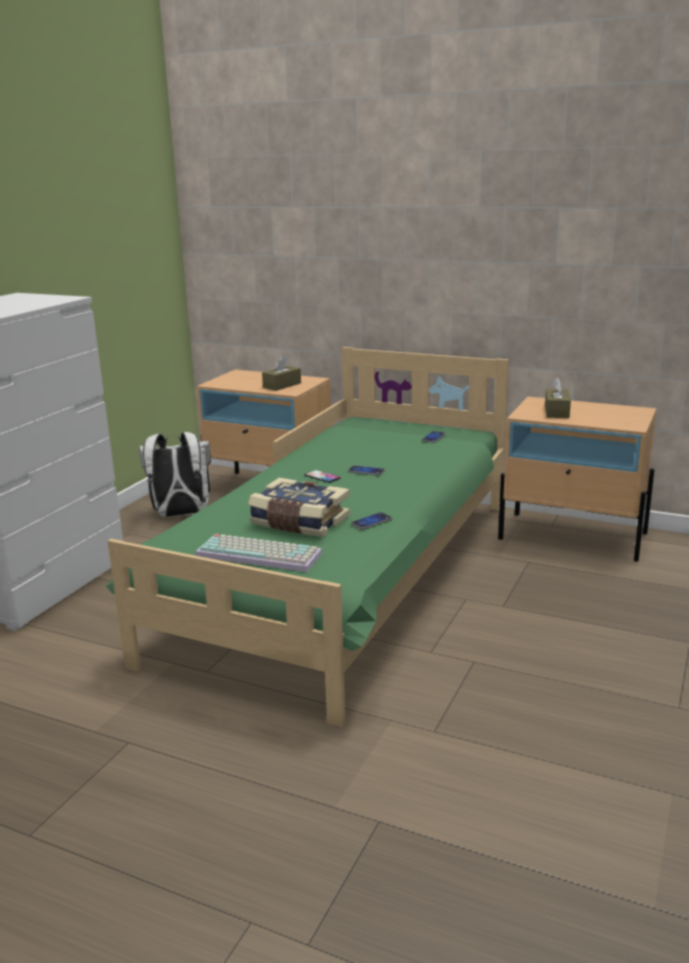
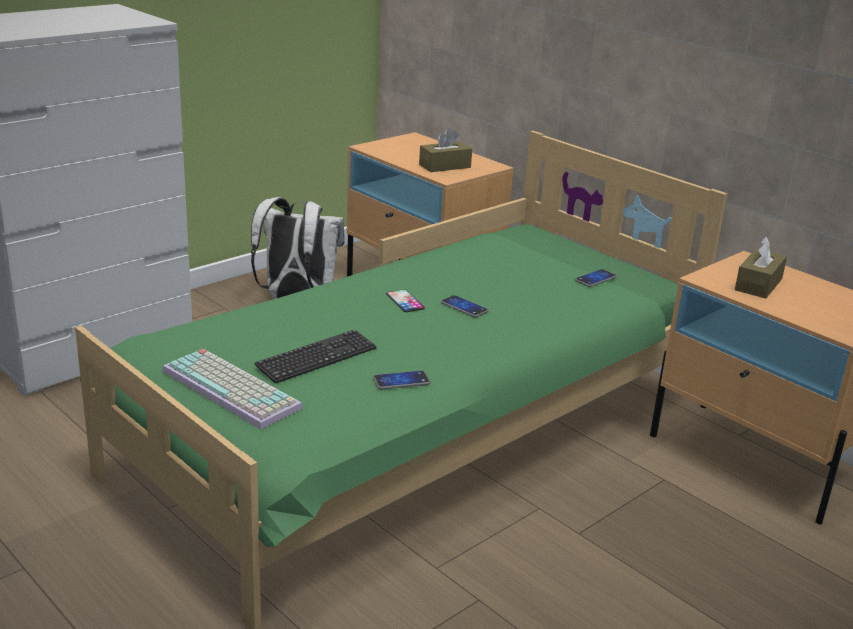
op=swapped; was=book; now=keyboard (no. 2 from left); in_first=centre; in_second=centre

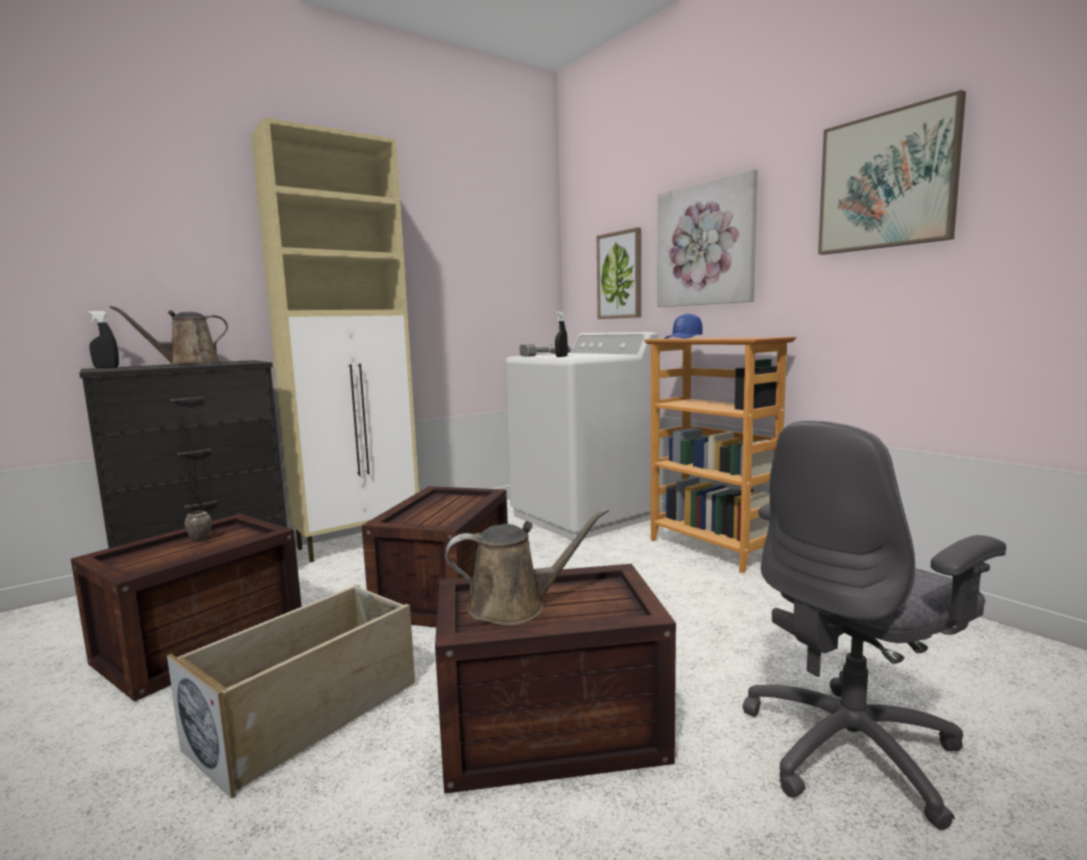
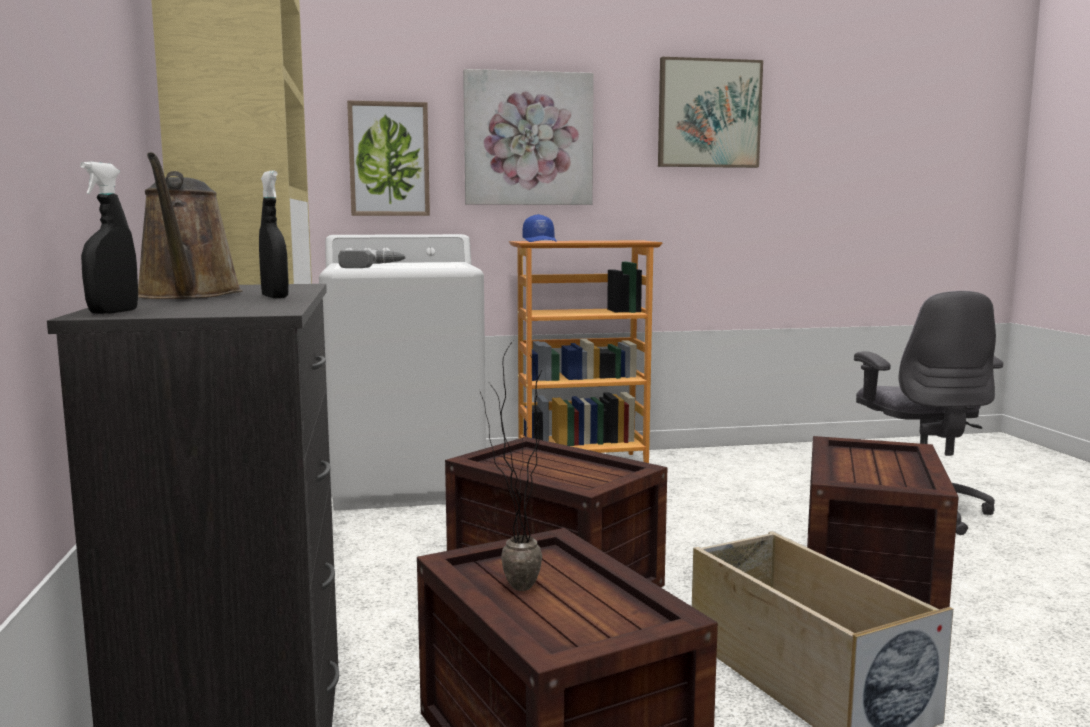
op=gone; was=watering can (brown) (no. 2 from left); in_first=centre
op=shifted; was=spray bottle (black) (no. 2 from left); in_first=centre; in_second=top left

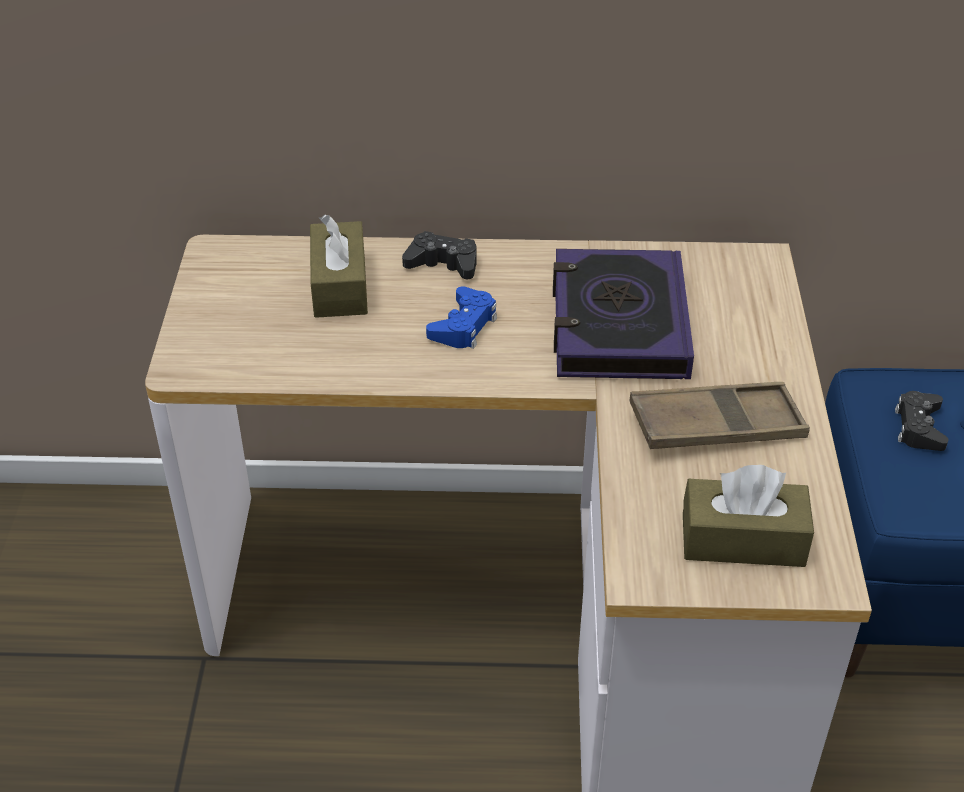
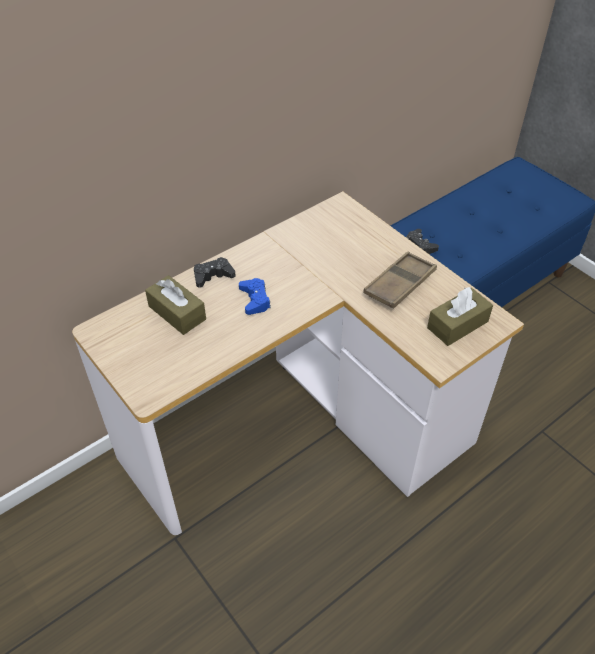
op=gone; was=book; in_first=centre

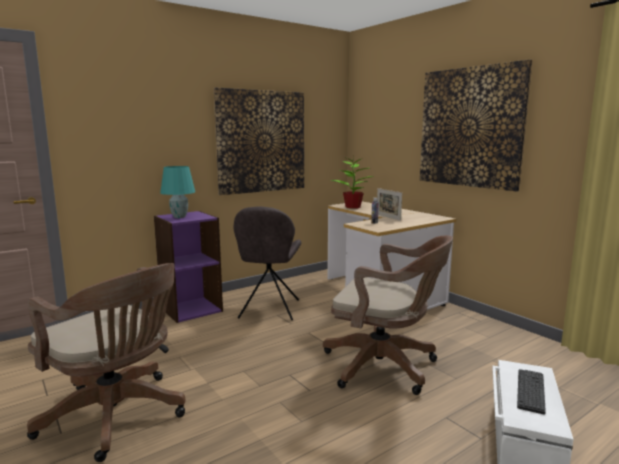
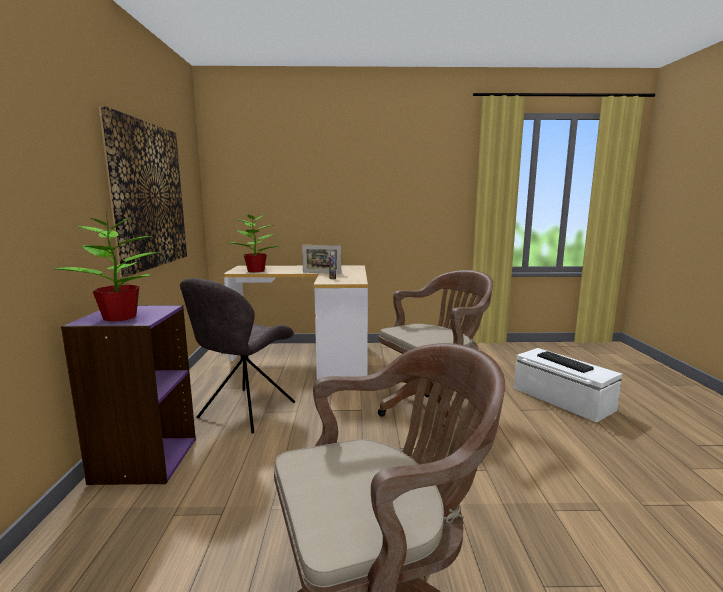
op=swapped; was=table lamp (turquoise); now=potted plant (no. 1 from left); in_first=middle left; in_second=middle left
op=rotated; was=chair (grey); in_first=centre; in_second=middle left; clockwise=75
op=gone; was=picture (no. 2 from left); in_first=top right

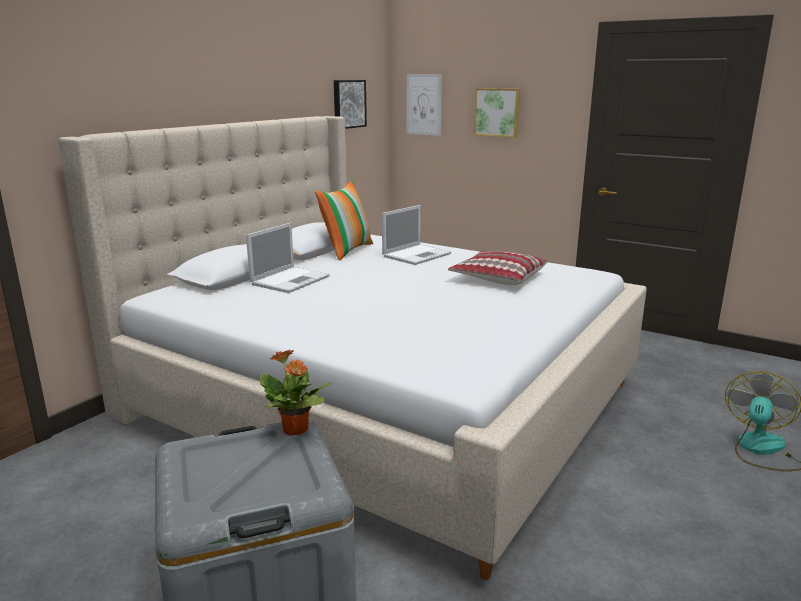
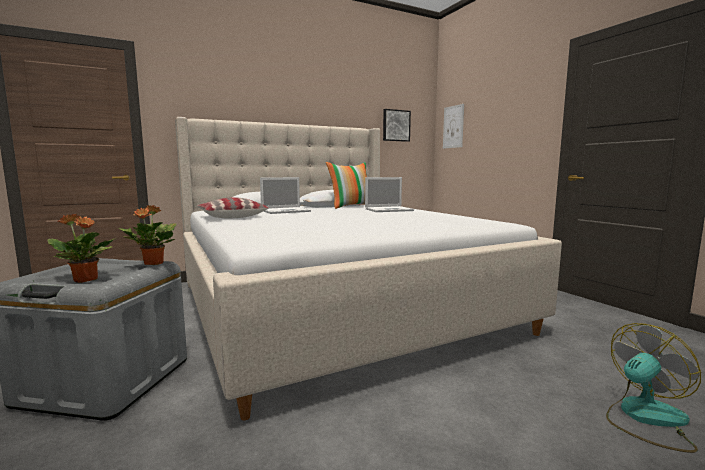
op=shifted; was=pillow (no. 2 from left in the first image); now=pillow (no. 1 from left); in_first=centre; in_second=middle left
op=gone; was=picture (no. 3 from left); in_first=top centre
op=new; now=potted plant (no. 1 from left); in_second=middle left

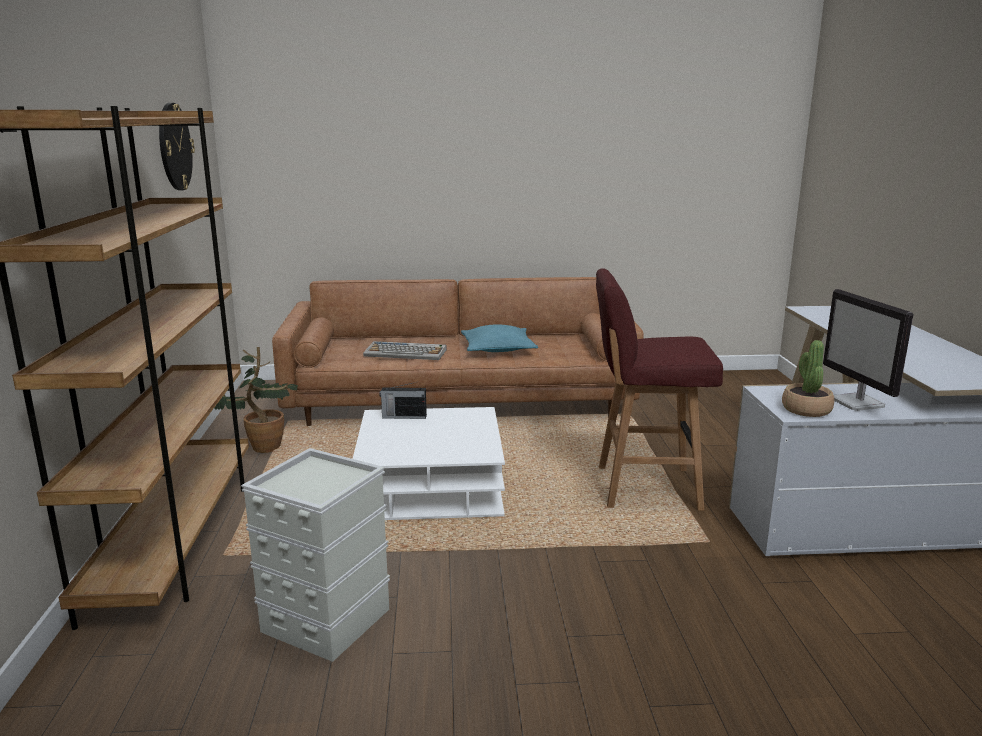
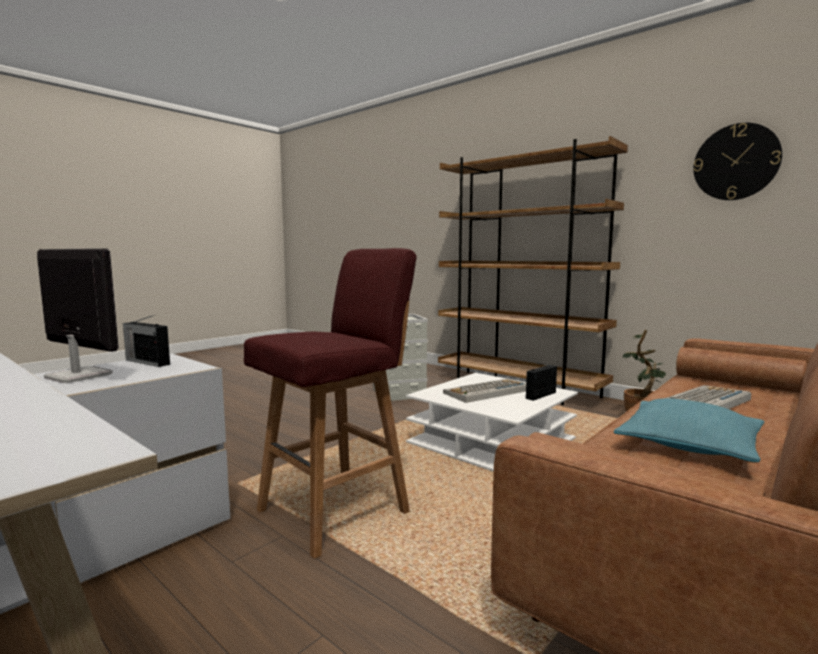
op=swapped; was=potted plant (no. 2 from left); now=radio (no. 1 from left); in_first=middle right; in_second=middle left
op=new; now=keyboard (no. 1 from left); in_second=centre

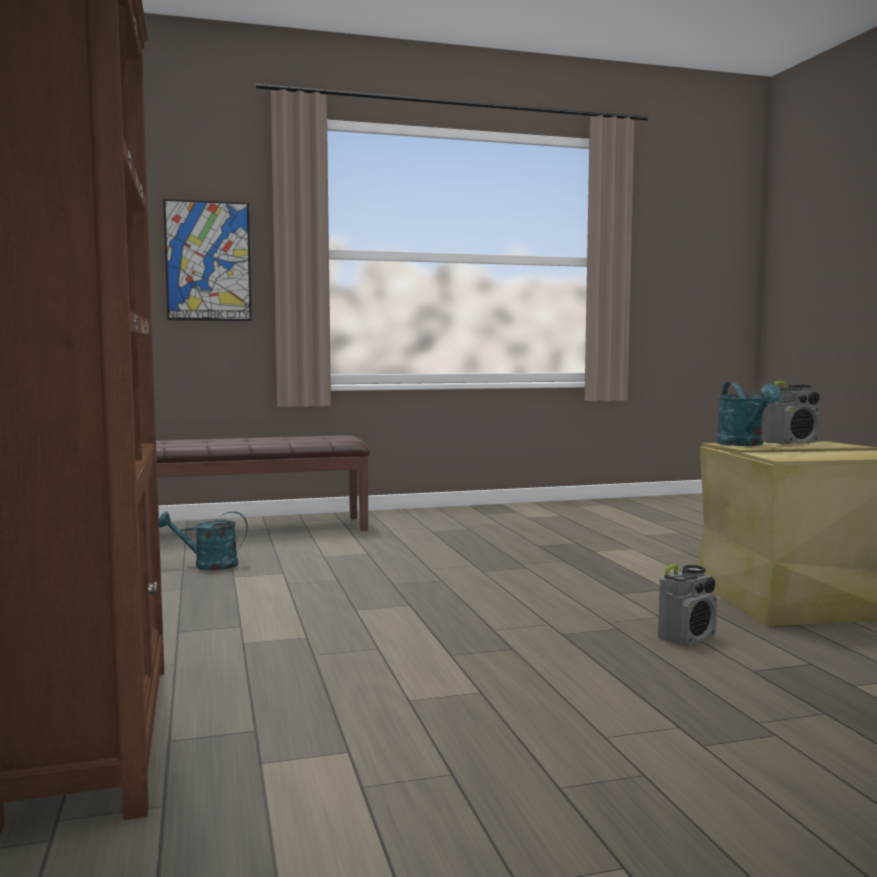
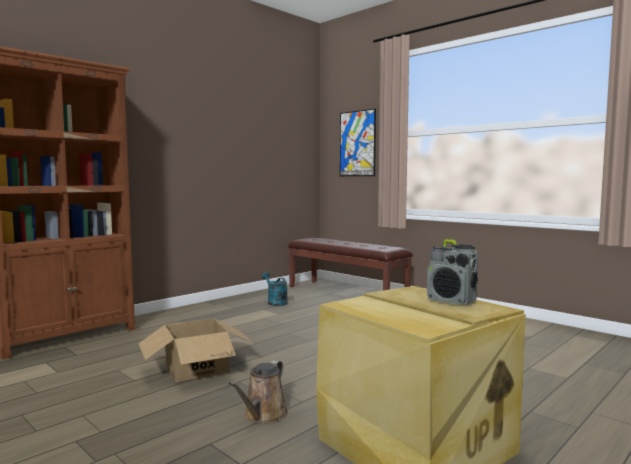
op=swapped; was=radio (no. 1 from left); now=watering can (brown); in_first=bottom right; in_second=bottom centre
op=gone; was=watering can (turquoise) (no. 2 from left); in_first=middle right
op=new; now=cardboard box; in_second=bottom left

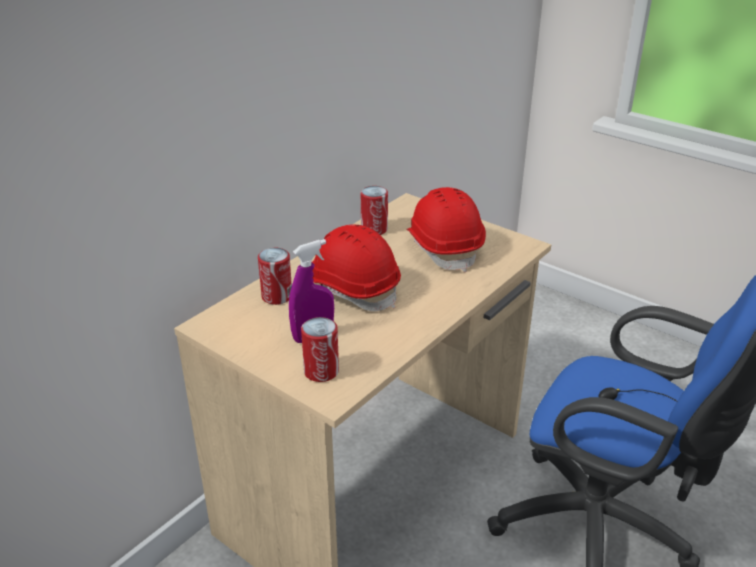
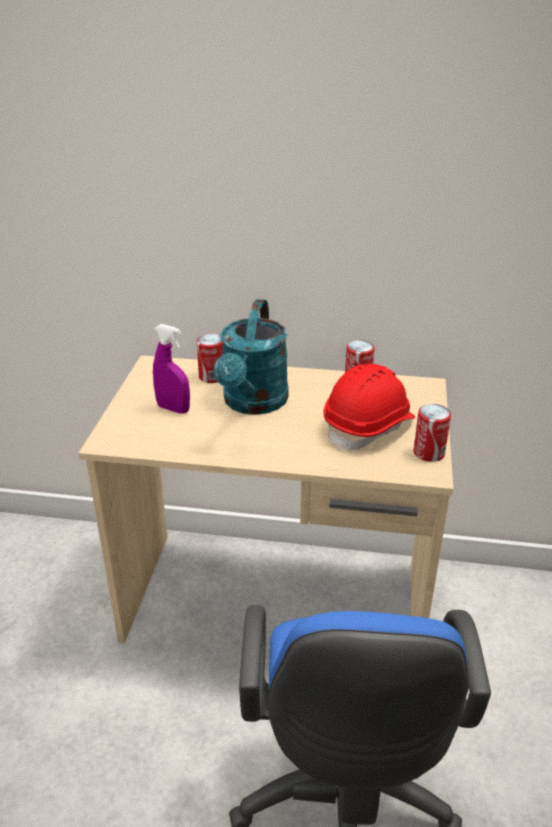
op=shifted; was=can (no. 2 from left in the first image); now=can (no. 3 from left); in_first=centre; in_second=middle right
op=swapped; was=hard hat (red) (no. 1 from left); now=watering can (turquoise); in_first=centre; in_second=centre

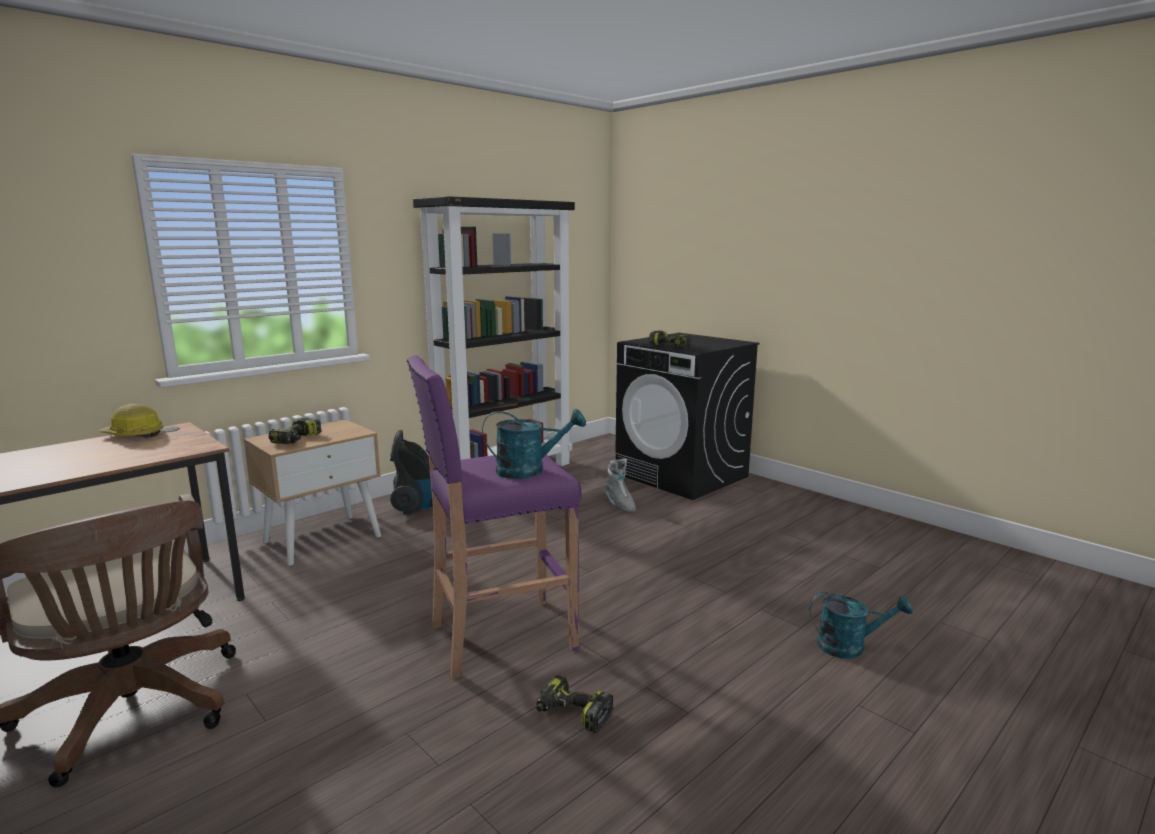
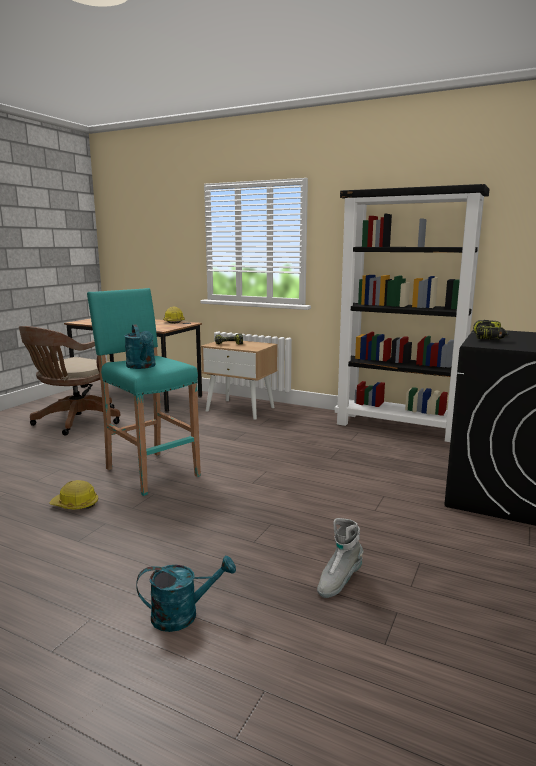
op=gone; was=vacuum cleaner; in_first=centre
op=repainted; was=stool (purple); now=stool (turquoise); in_first=centre; in_second=middle left
op=swapped; was=power drill (no. 2 from left); now=hard hat (no. 1 from left); in_first=bottom centre; in_second=middle left
op=shifted; was=boot (grey); in_first=centre; in_second=bottom centre
op=rotated; was=watering can (turquoise) (no. 2 from left); in_first=bottom right; in_second=bottom centre; clockwise=-90

